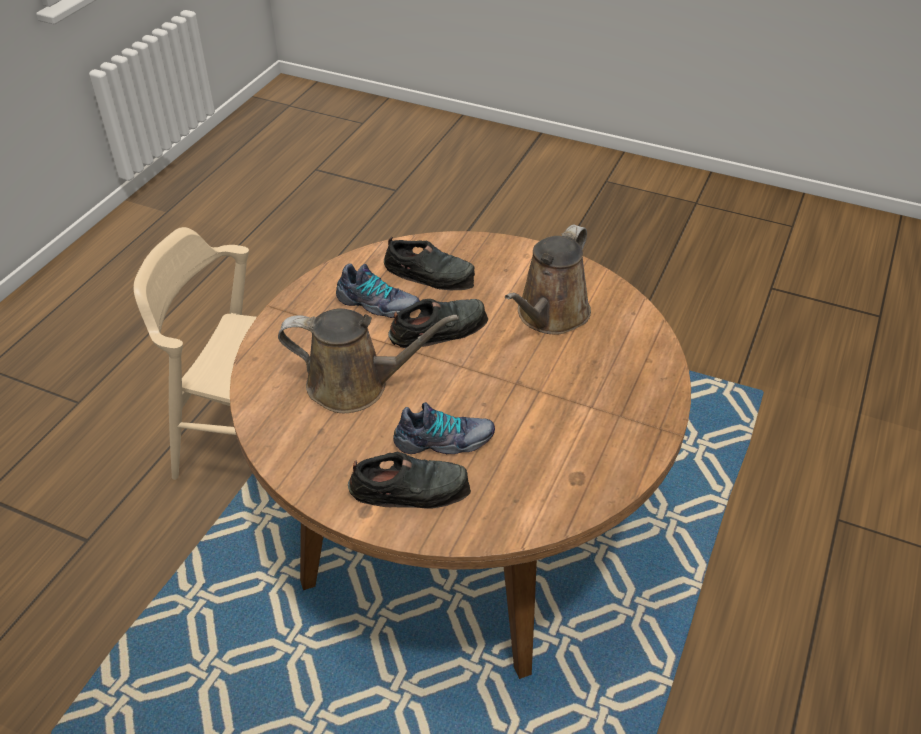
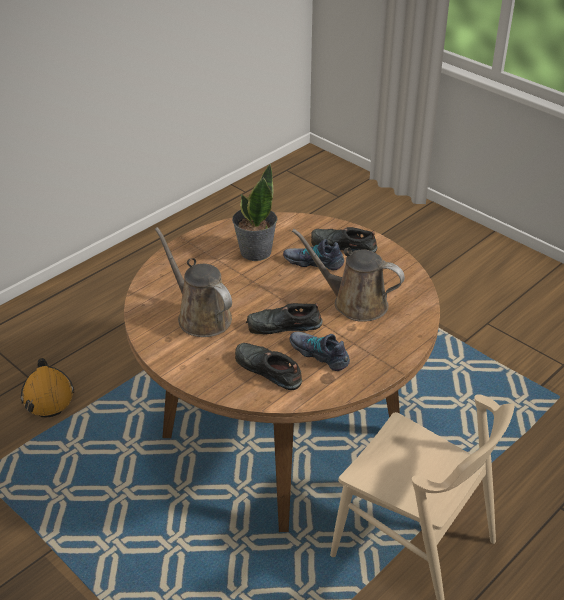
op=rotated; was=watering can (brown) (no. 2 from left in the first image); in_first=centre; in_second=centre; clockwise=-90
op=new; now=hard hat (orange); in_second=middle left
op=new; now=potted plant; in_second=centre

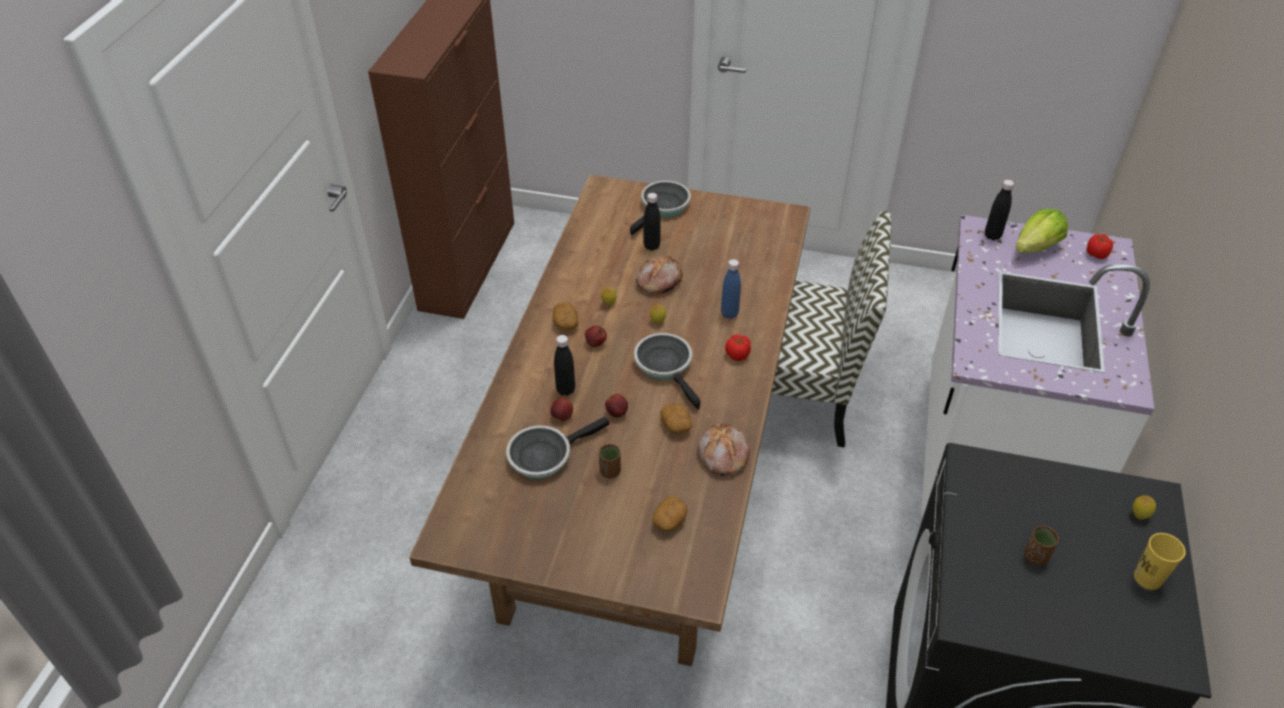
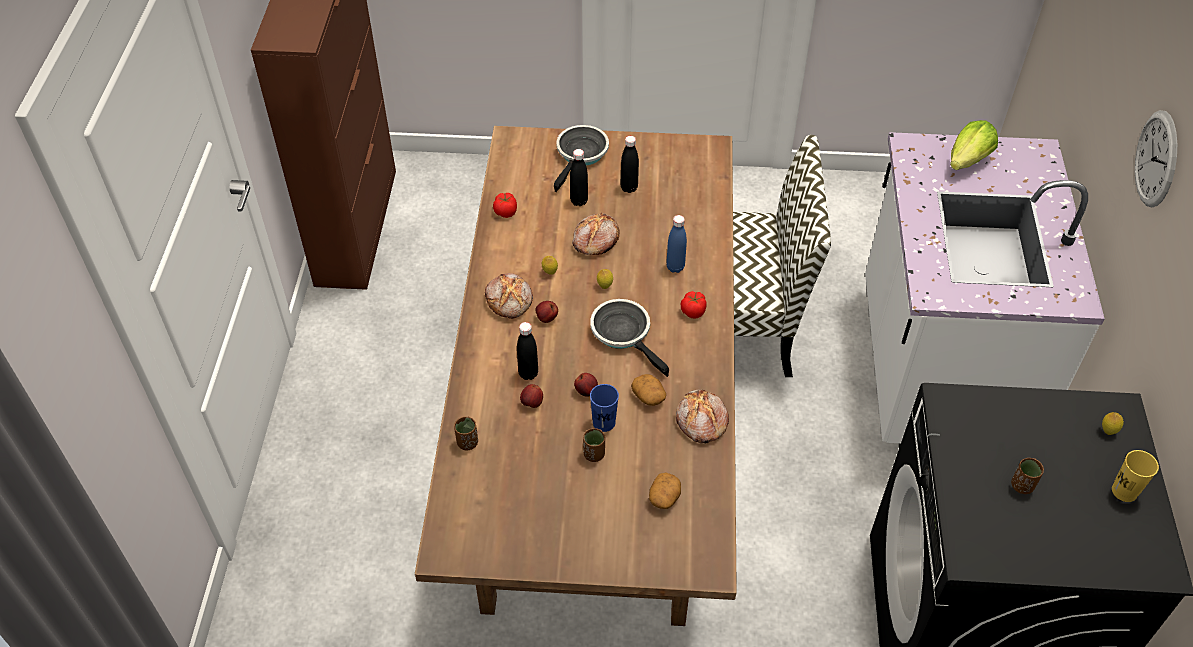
op=gone; was=frying pan (no. 1 from left); in_first=centre
op=swapped; was=potato (no. 1 from left); now=bread (no. 1 from left); in_first=centre; in_second=centre
op=shifted; was=bottle (black) (no. 3 from left); in_first=top right; in_second=top centre
op=shifted; was=tomato (no. 2 from left in the first image); now=tomato (no. 1 from left); in_first=middle right; in_second=top centre
op=new; now=cup (brown) (no. 1 from left); in_second=bottom centre
op=new; now=cup (blue); in_second=centre
op=new; now=wall clock; in_second=top right

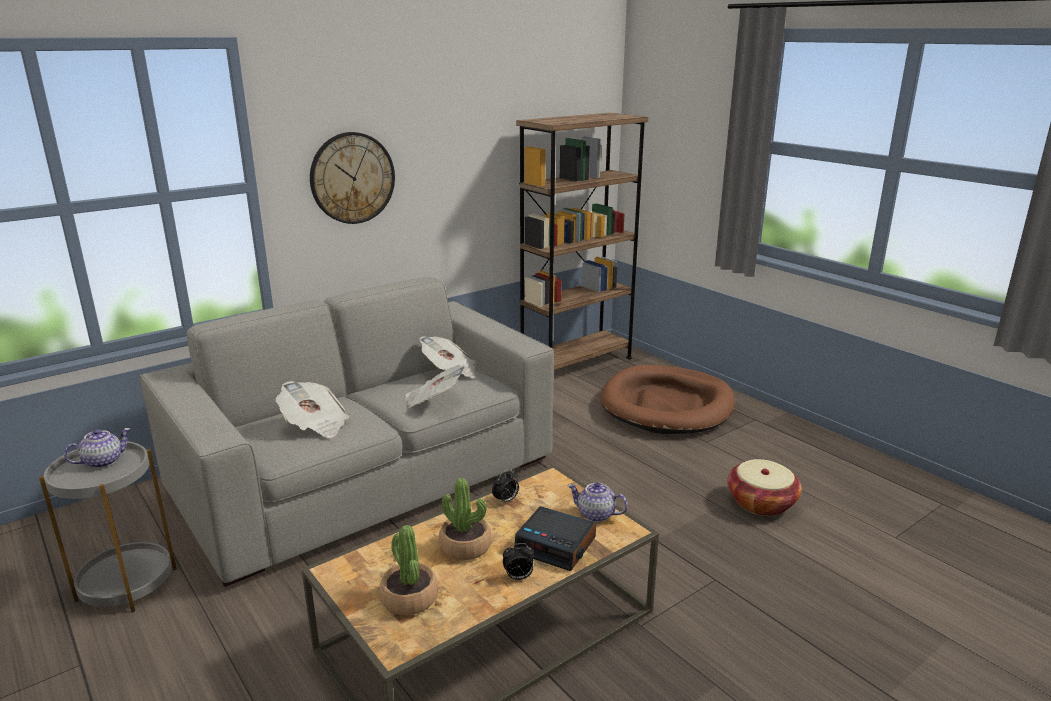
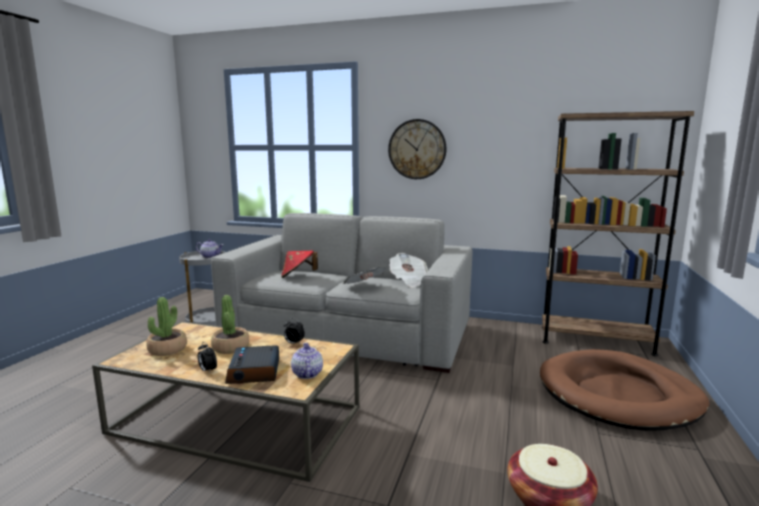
op=swapped; was=newspaper (no. 1 from left); now=hat (red); in_first=middle left; in_second=centre

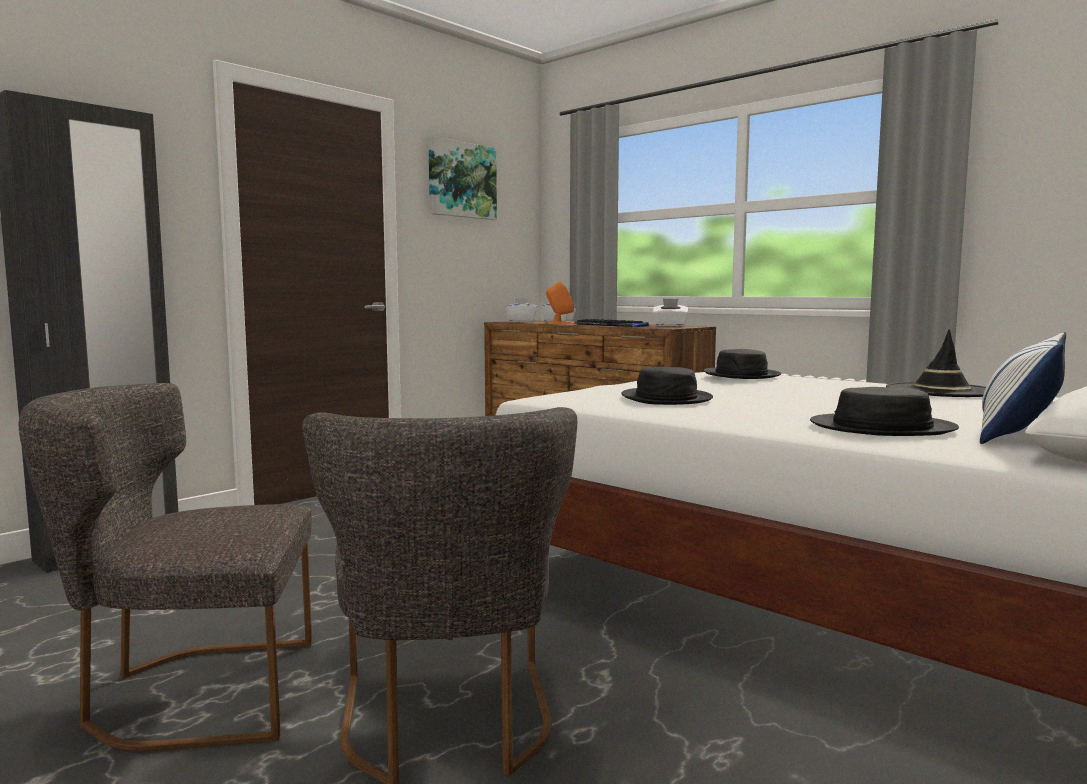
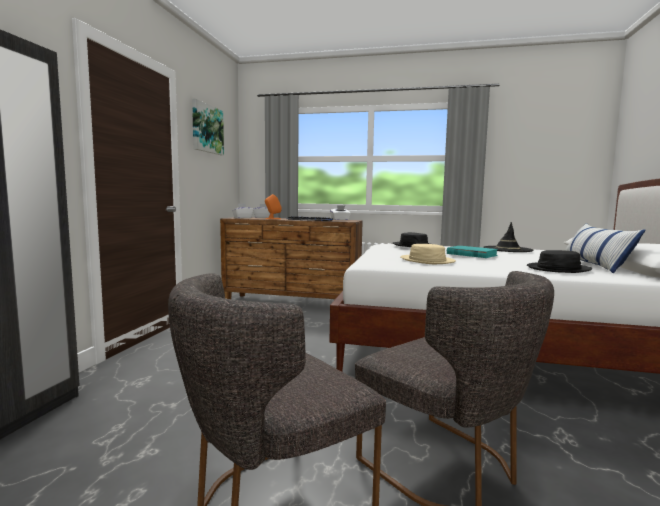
op=repainted; was=hat (black) (no. 1 from left); now=hat (beige); in_first=centre; in_second=centre
op=new; now=book (turquoise); in_second=middle right

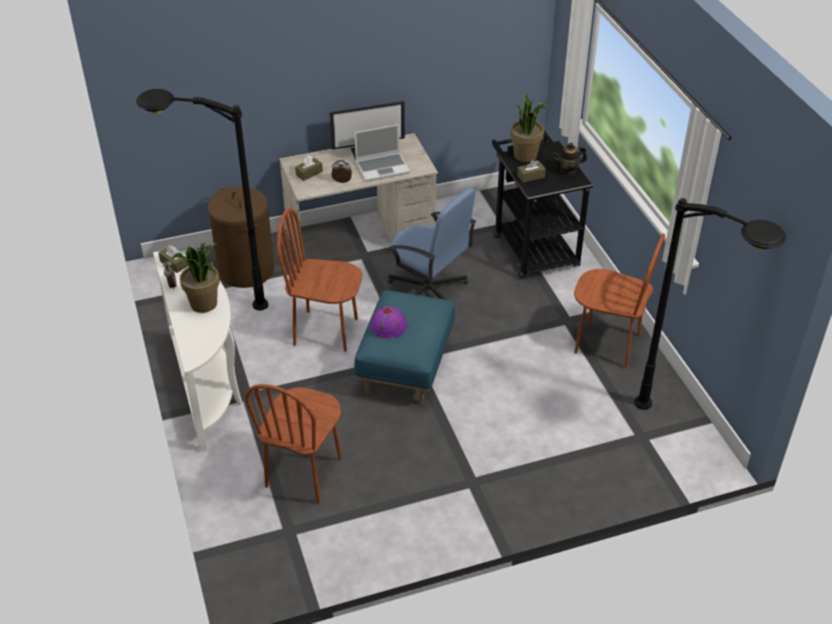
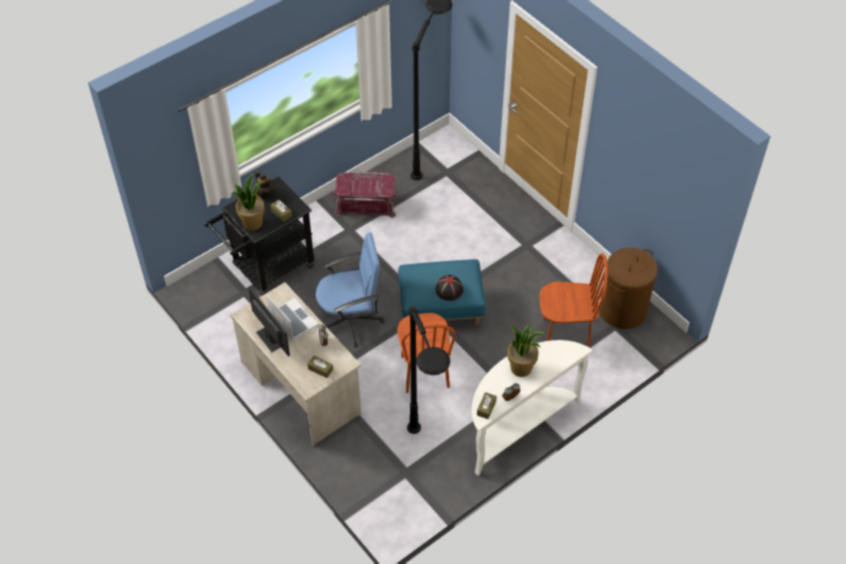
op=shifted; was=laundry basket (brown); in_first=middle left; in_second=middle right
op=repainted; was=hat (purple); now=hat (black); in_first=centre; in_second=centre
op=rotated; was=office chair (blue); in_first=centre; in_second=centre; clockwise=60
op=swapped; was=chair (brown) (no. 3 from left); now=storage box (red); in_first=middle right; in_second=centre

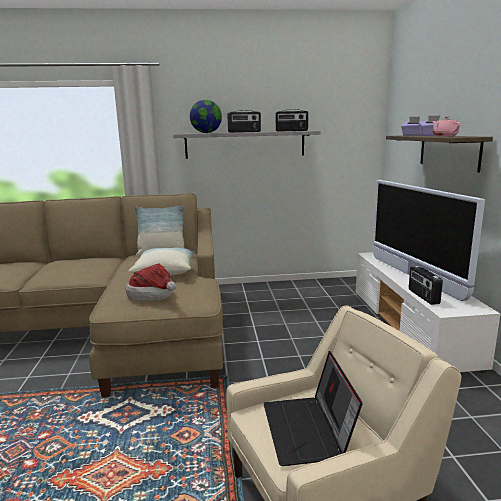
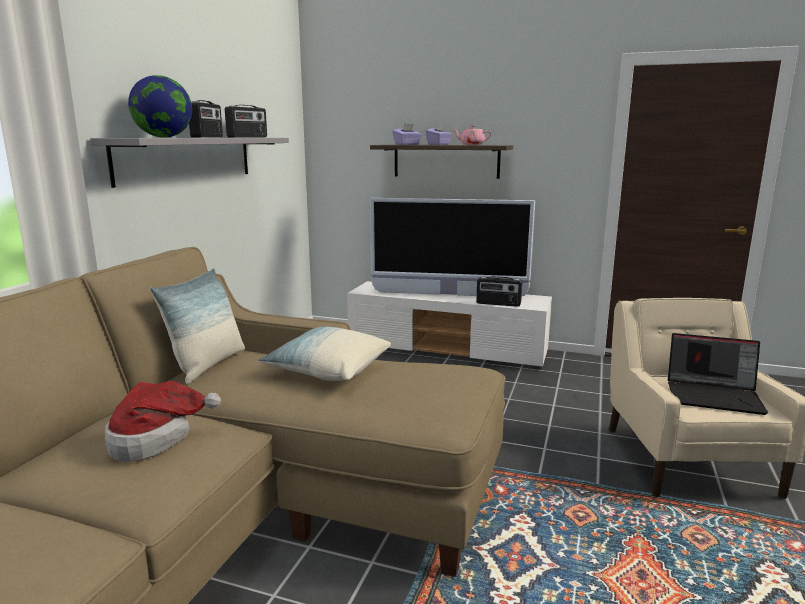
op=shifted; was=hat; in_first=middle left; in_second=bottom left

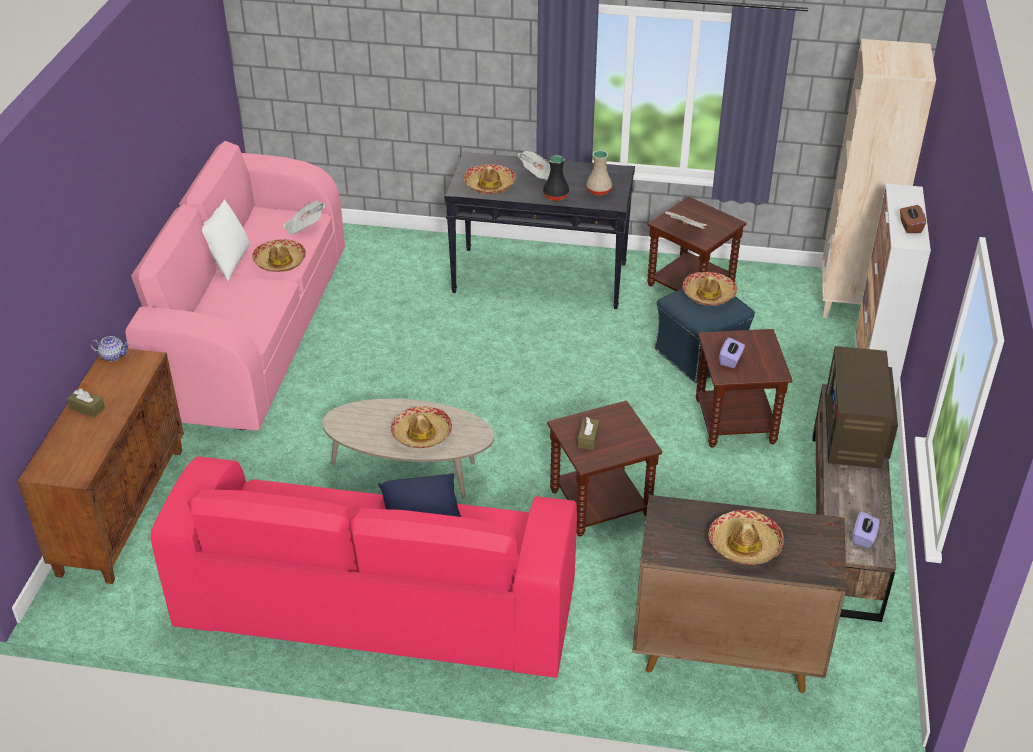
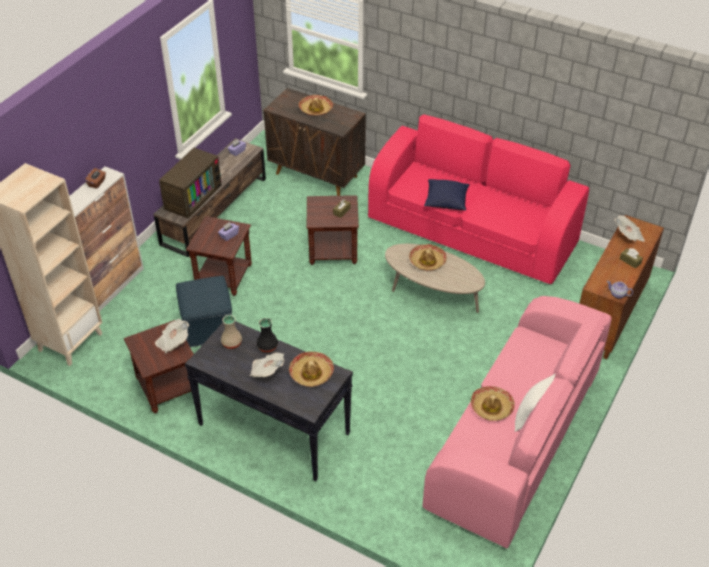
op=shifted; was=newspaper (no. 1 from left in the first image); now=newspaper (no. 3 from left); in_first=top left; in_second=middle right
op=gone; was=hat (no. 4 from left); in_first=middle right

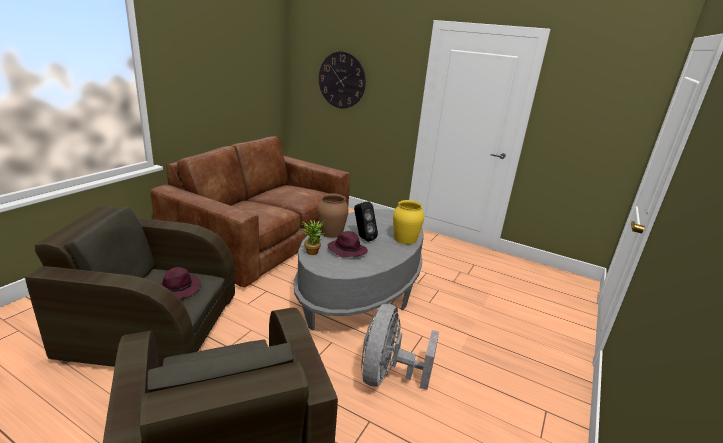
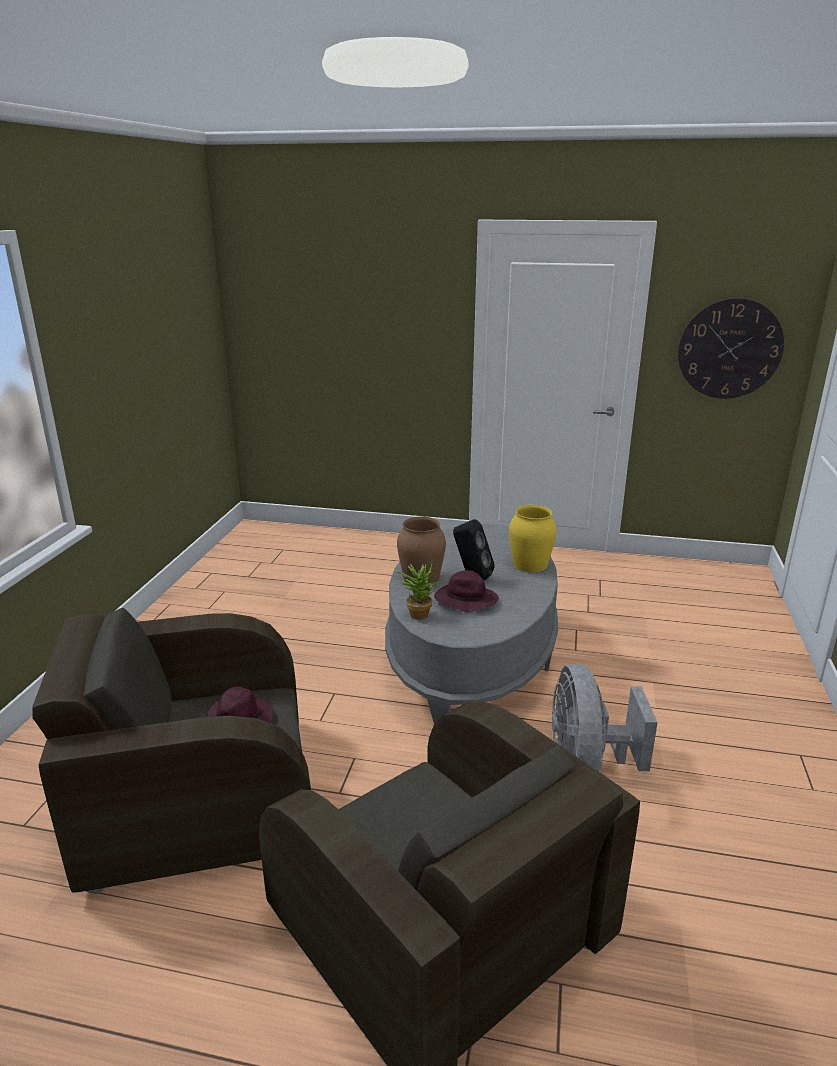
op=gone; was=sofa (brown); in_first=centre
op=shifted; was=wall clock; in_first=top centre; in_second=top right

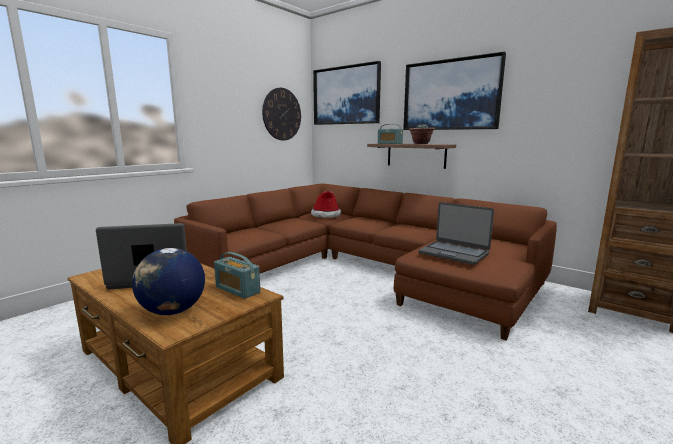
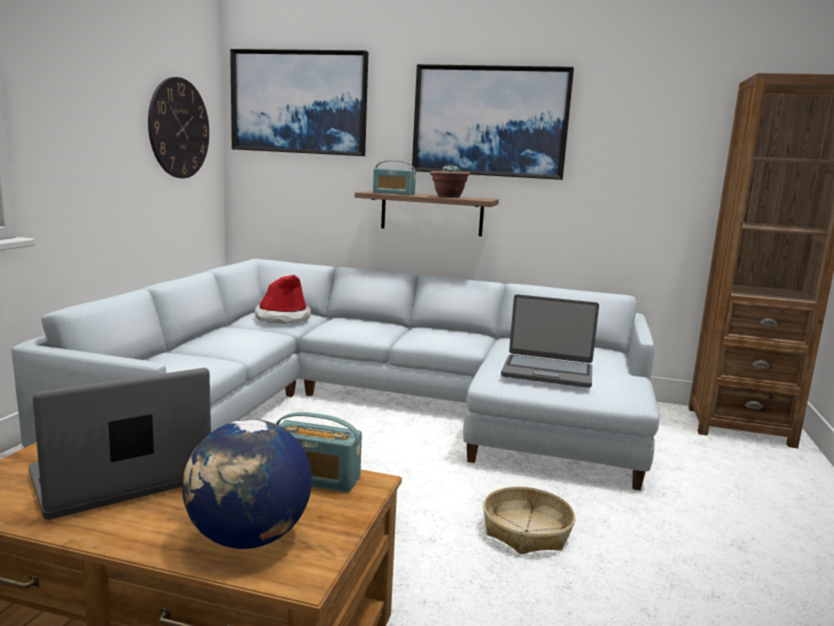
op=repainted; was=sofa (brown); now=sofa (grey); in_first=centre; in_second=centre
op=new; now=basket; in_second=bottom centre

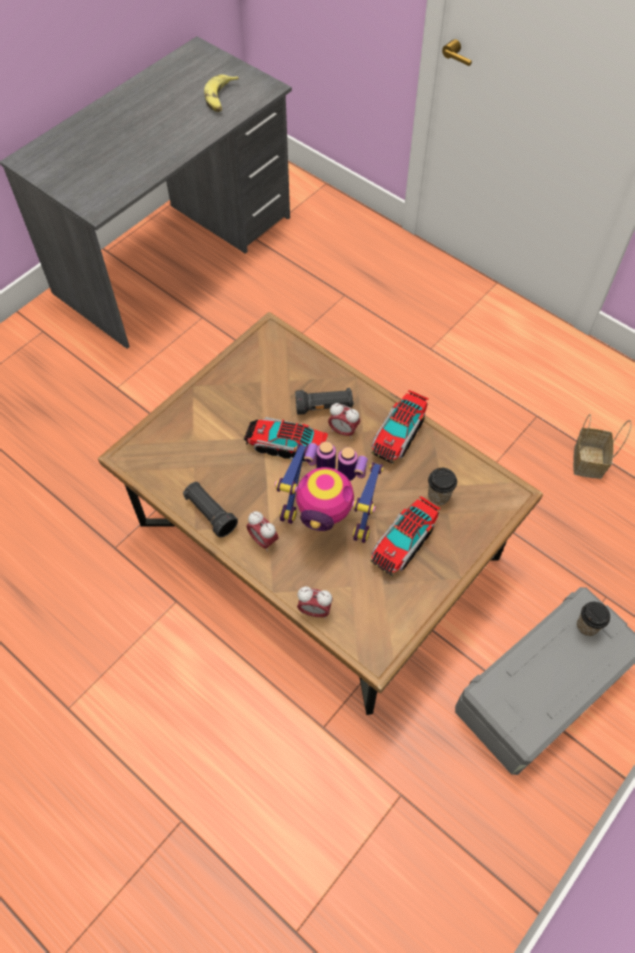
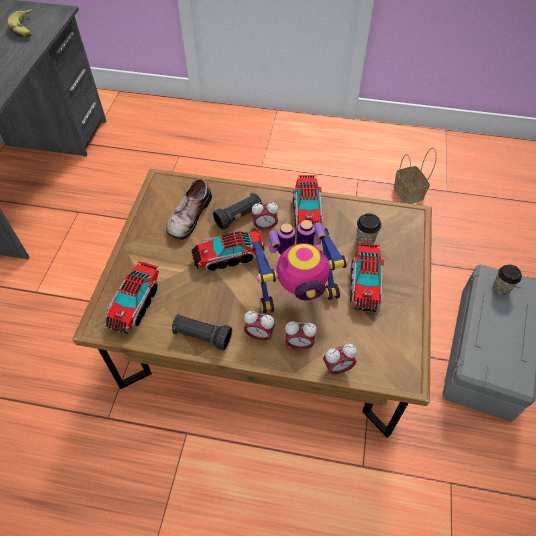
op=new; now=toy truck (no. 1 from left); in_second=middle left
op=new; now=shoe; in_second=centre
op=new; now=alarm clock (no. 3 from left); in_second=centre

